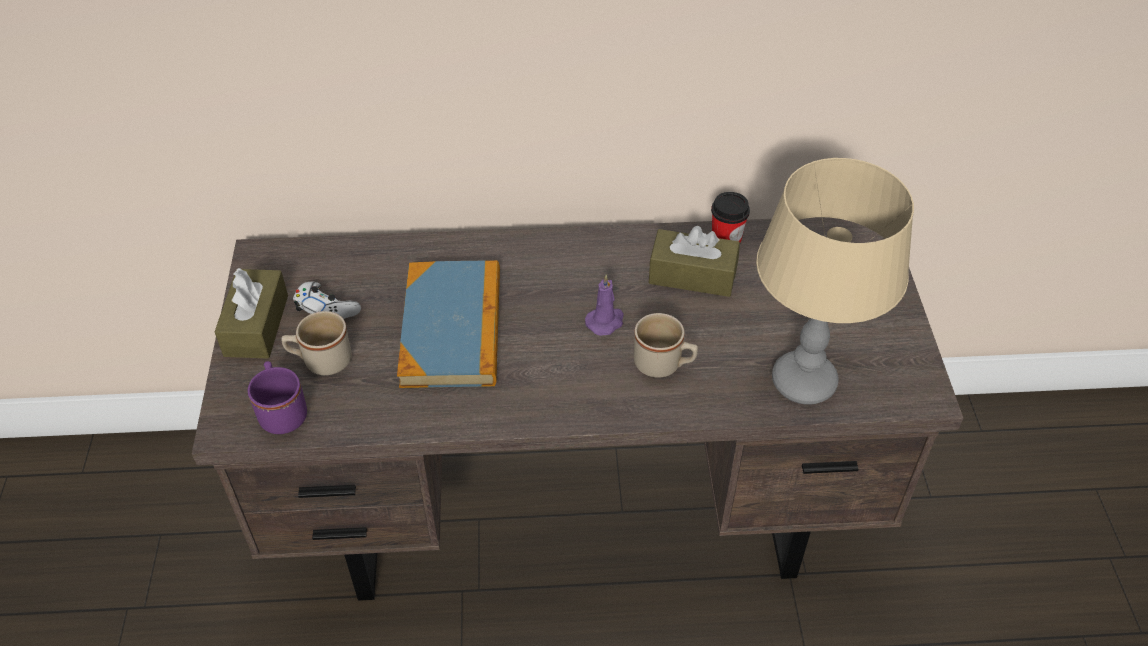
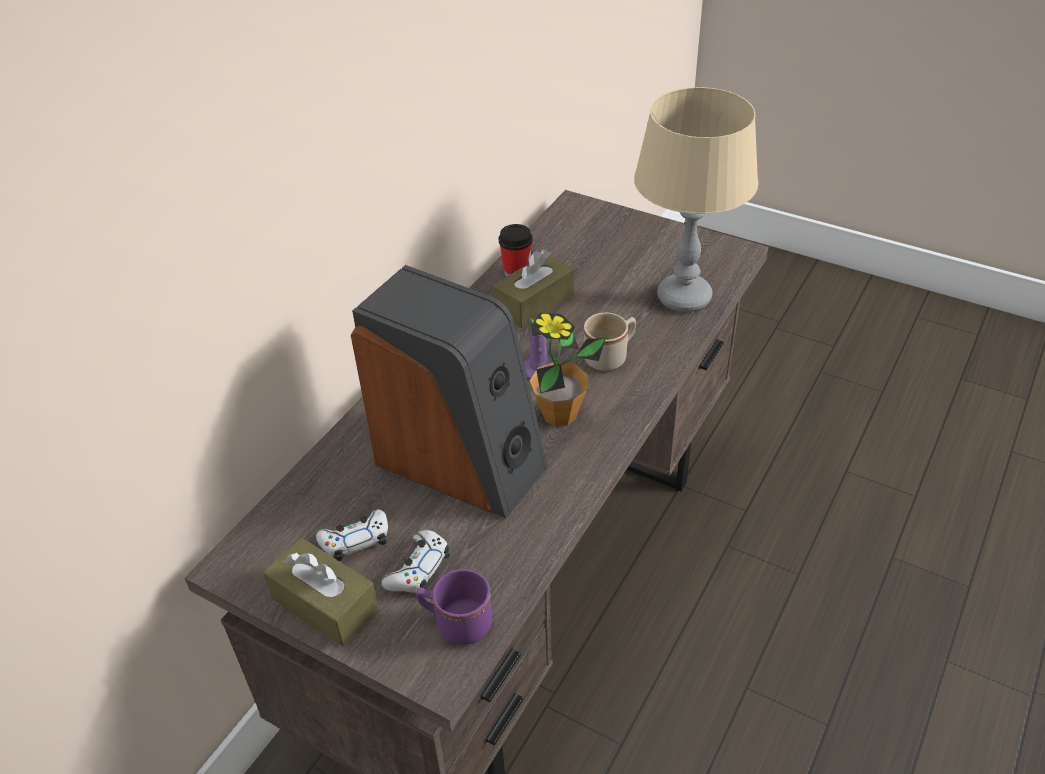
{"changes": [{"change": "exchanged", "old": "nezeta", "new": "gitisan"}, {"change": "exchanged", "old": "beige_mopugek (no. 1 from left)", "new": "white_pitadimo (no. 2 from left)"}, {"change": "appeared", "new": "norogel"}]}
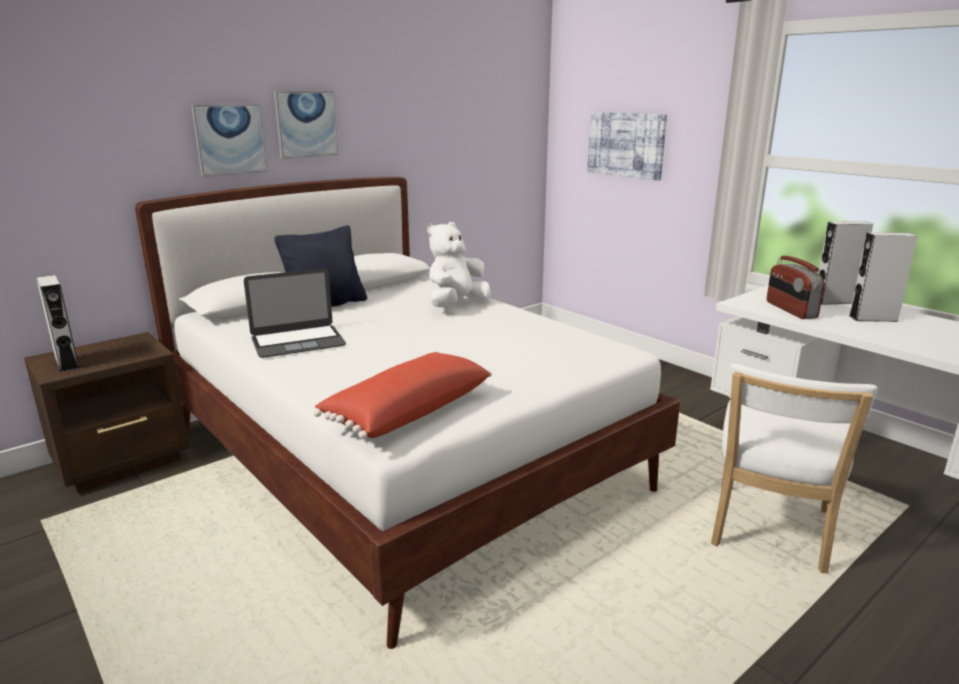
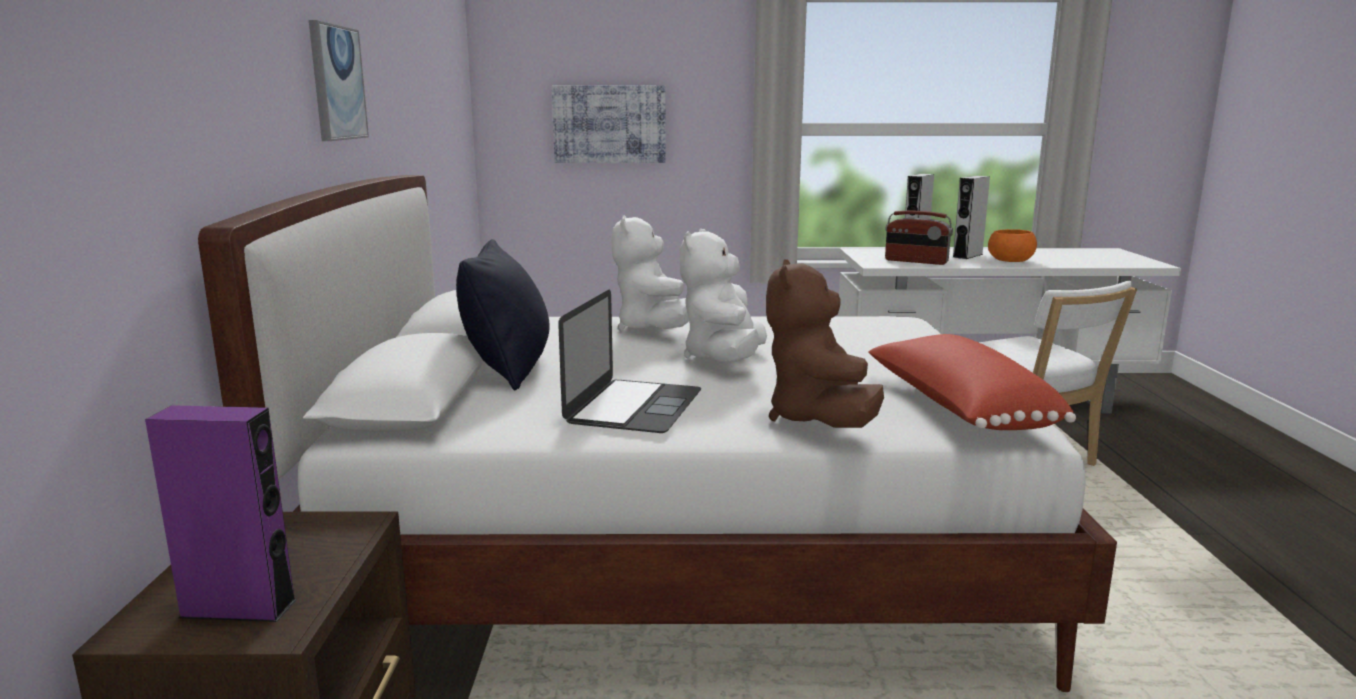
{"changes": [{"change": "missing", "old": "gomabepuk (no. 1 from left)"}, {"change": "colour", "old": "grey_gitisan (no. 1 from left)", "new": "purple_gitisan"}, {"change": "appeared", "new": "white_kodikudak (no. 2 from left)"}, {"change": "appeared", "new": "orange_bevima"}, {"change": "appeared", "new": "brown_kodikudak"}]}
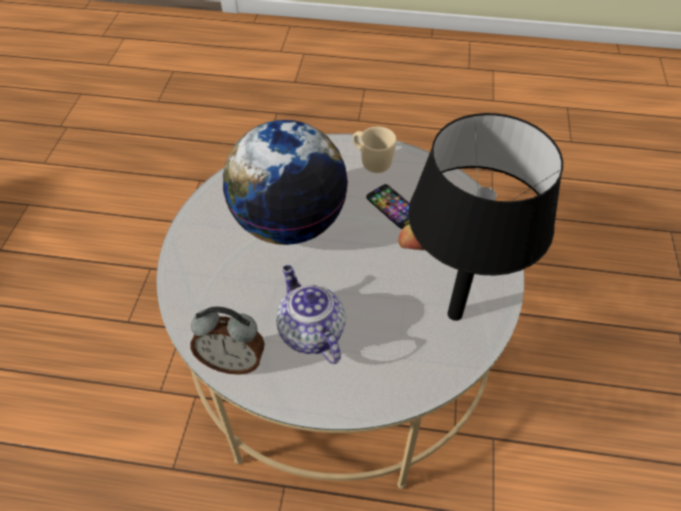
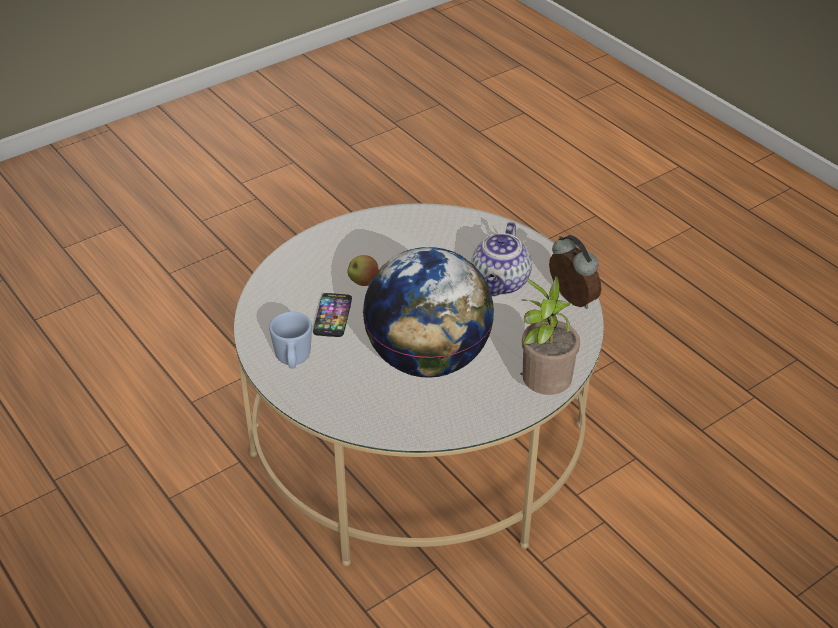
{"changes": [{"change": "missing", "old": "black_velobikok"}, {"change": "colour", "old": "beige_mopugek", "new": "blue_mopugek"}, {"change": "appeared", "new": "norogel"}]}
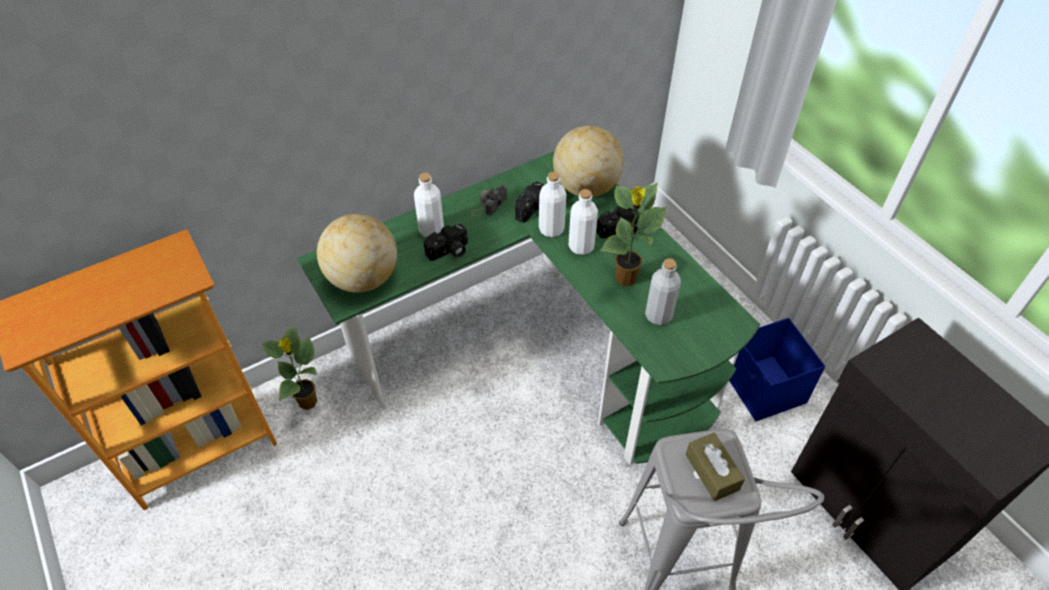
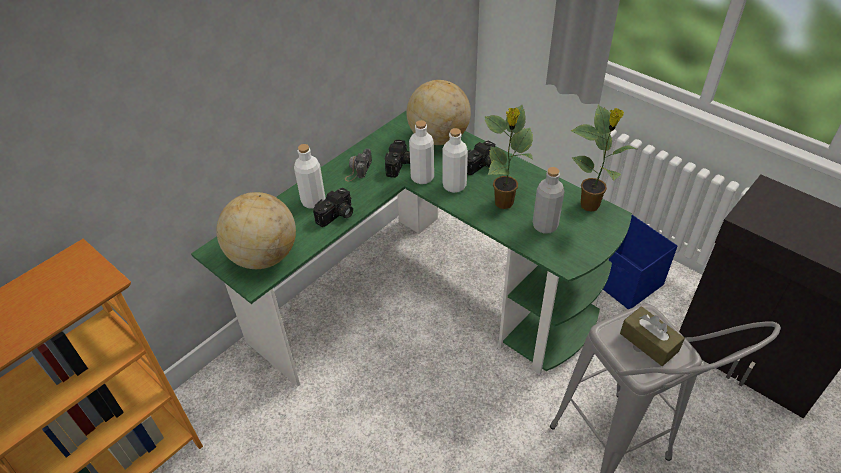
{"changes": [{"change": "relocated", "old": "norogel (no. 1 from left in the first image)", "new": "norogel (no. 2 from left)"}]}
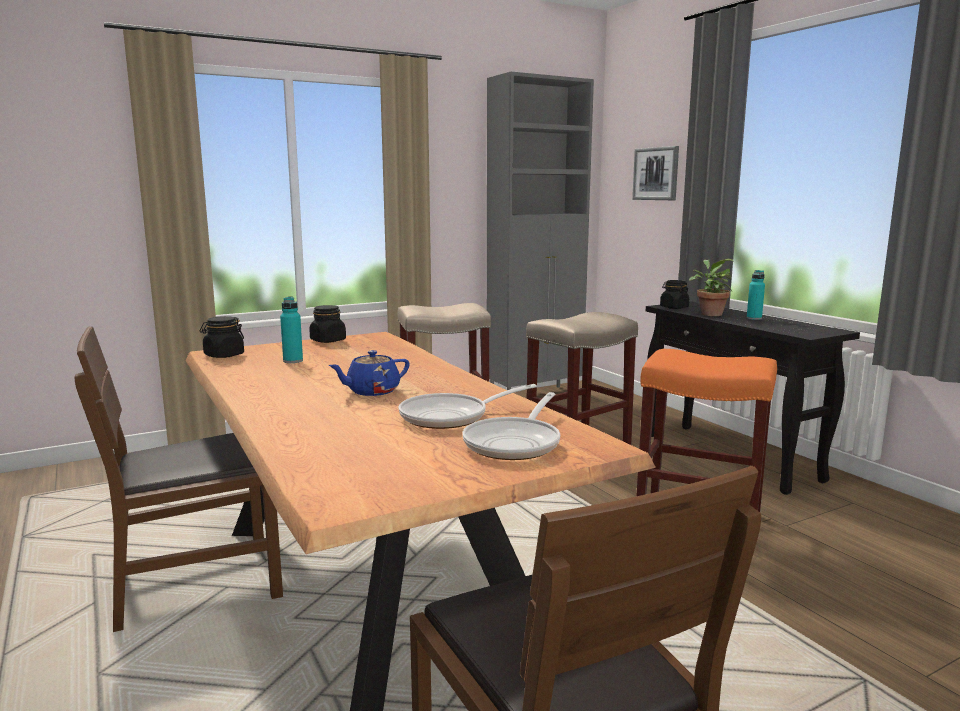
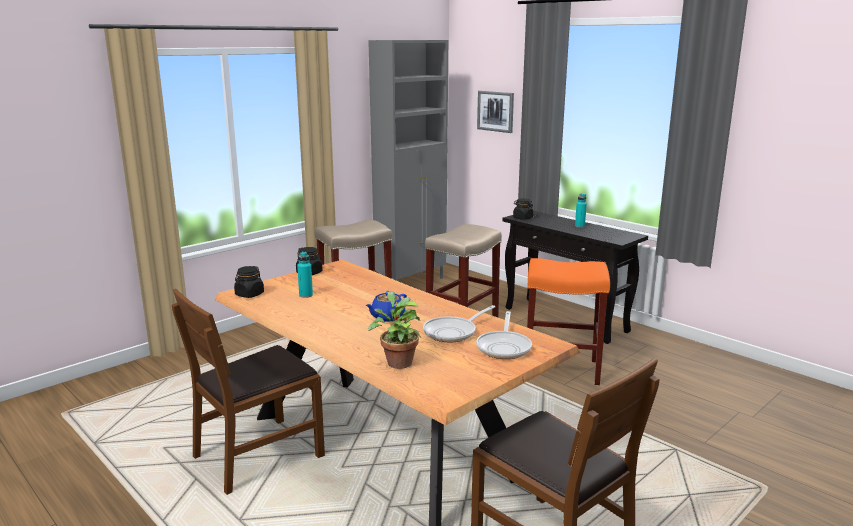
{"changes": [{"change": "relocated", "old": "norogel"}]}
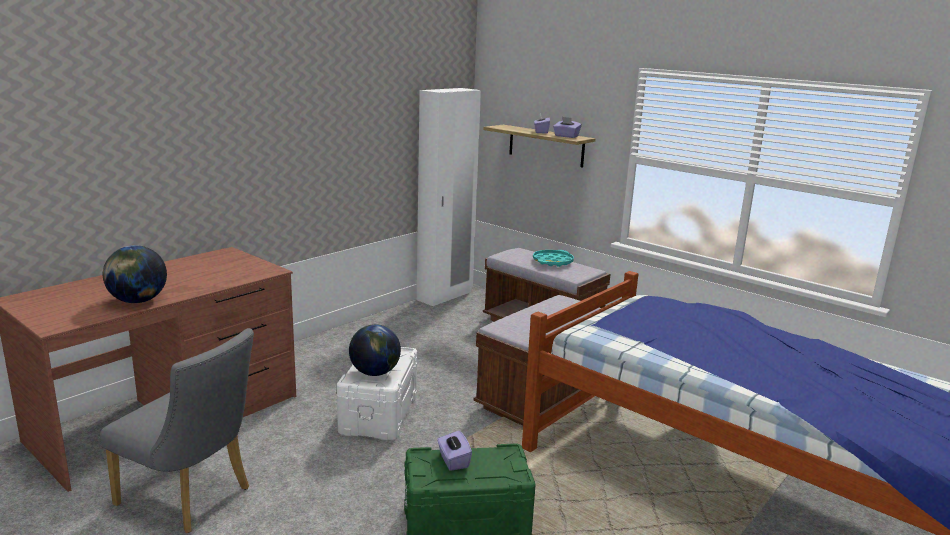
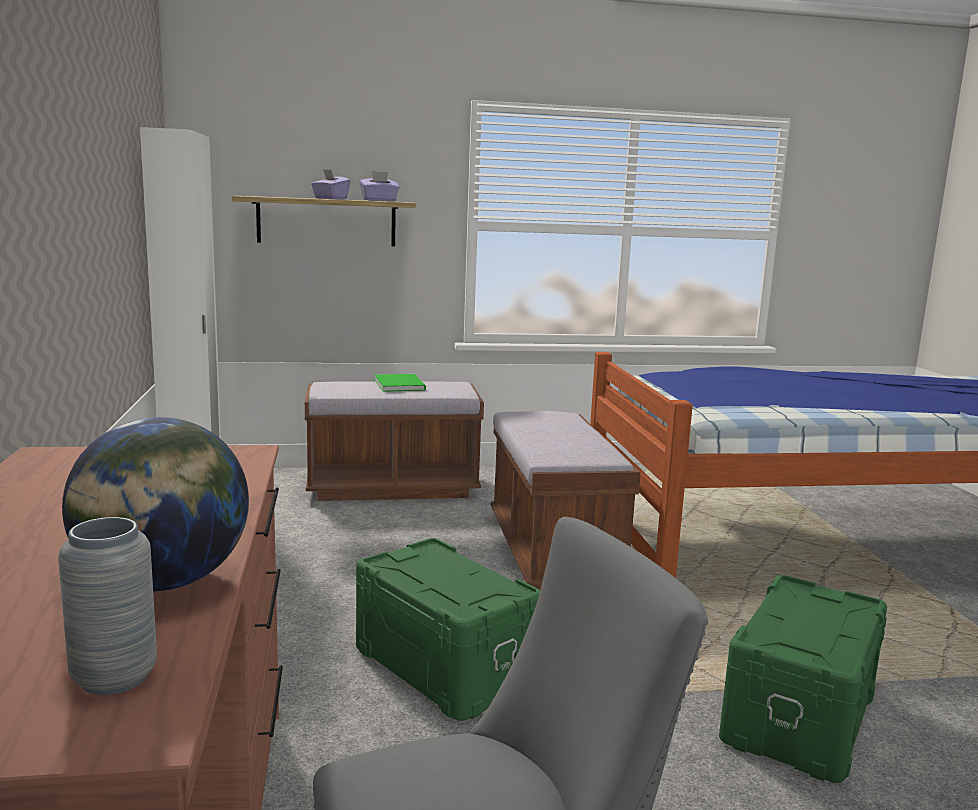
{"changes": [{"change": "exchanged", "old": "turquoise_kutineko", "new": "green_nezeta"}, {"change": "missing", "old": "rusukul (no. 2 from left)"}, {"change": "colour", "old": "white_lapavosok", "new": "green_lapavosok (no. 1 from left)"}, {"change": "missing", "old": "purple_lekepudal (no. 1 from left)"}, {"change": "appeared", "new": "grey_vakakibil"}]}
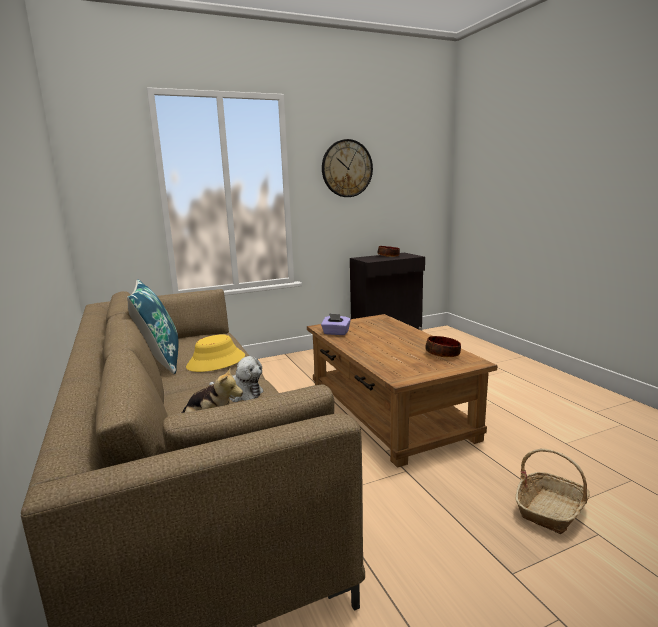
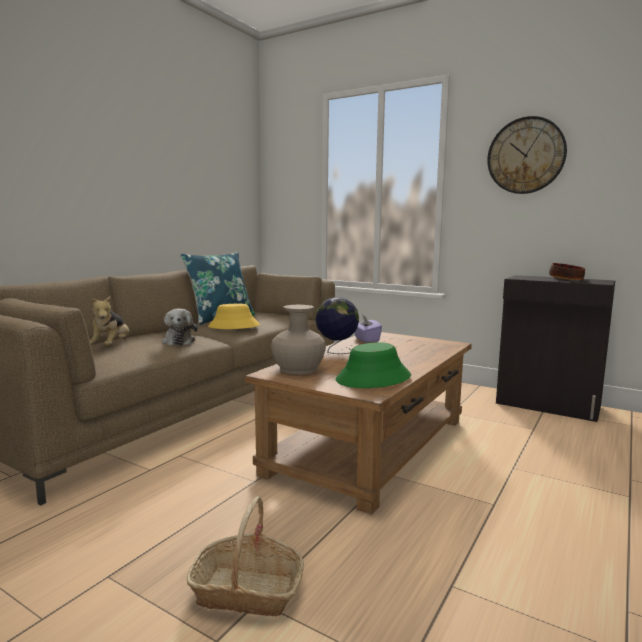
{"changes": [{"change": "exchanged", "old": "bevima (no. 2 from left)", "new": "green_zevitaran"}, {"change": "appeared", "new": "rusukul"}, {"change": "appeared", "new": "beige_vakakibil"}]}
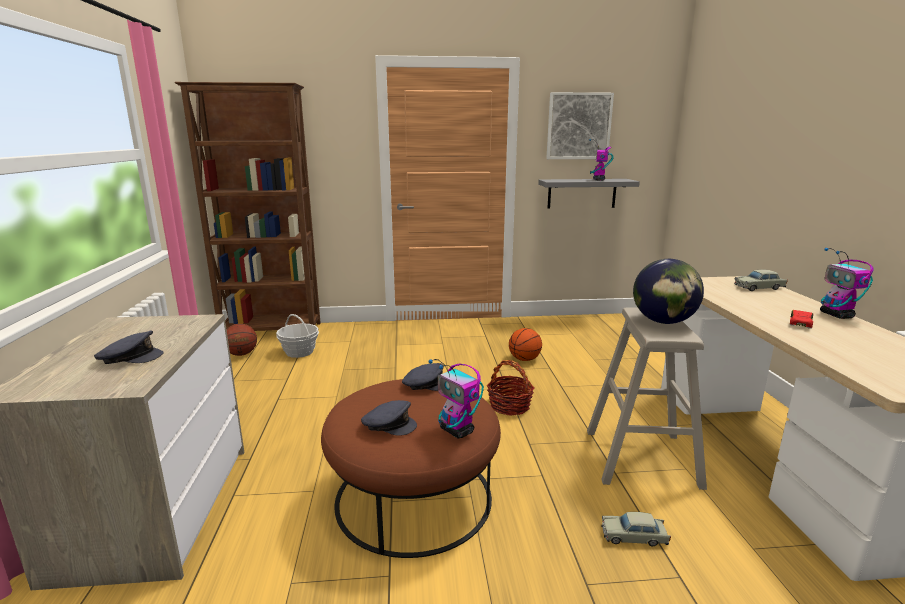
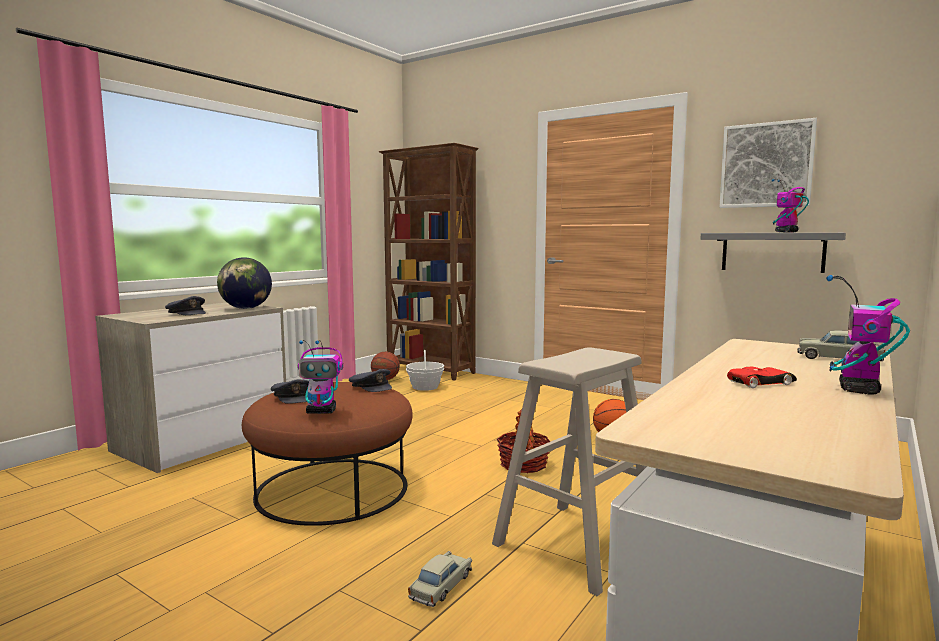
{"changes": [{"change": "relocated", "old": "rusukul"}, {"change": "spun", "old": "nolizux (no. 1 from left)", "degrees": -90}, {"change": "spun", "old": "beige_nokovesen (no. 1 from left)", "degrees": 75}]}
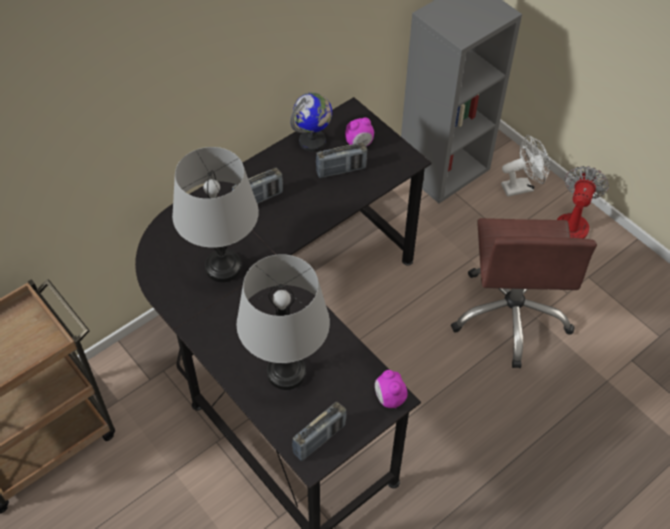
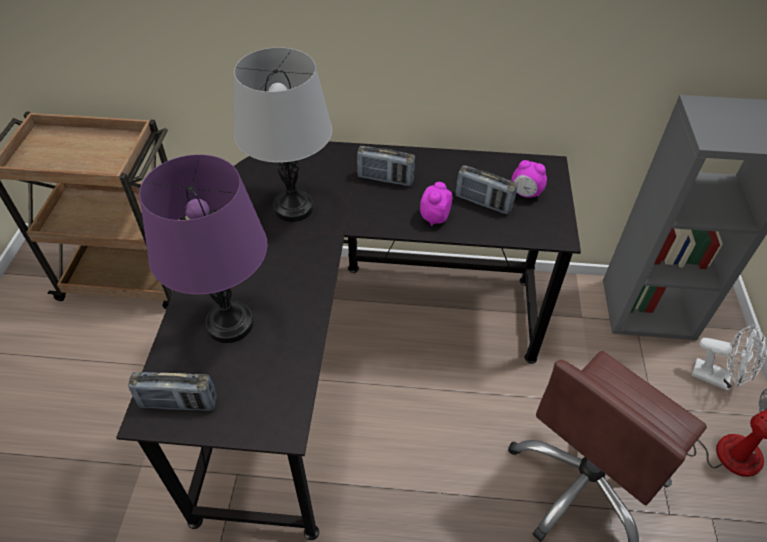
{"changes": [{"change": "missing", "old": "rusukul"}, {"change": "colour", "old": "grey_velobikok (no. 2 from left)", "new": "purple_velobikok"}, {"change": "relocated", "old": "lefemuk (no. 2 from left in the first image)", "new": "lefemuk (no. 1 from left)"}]}
